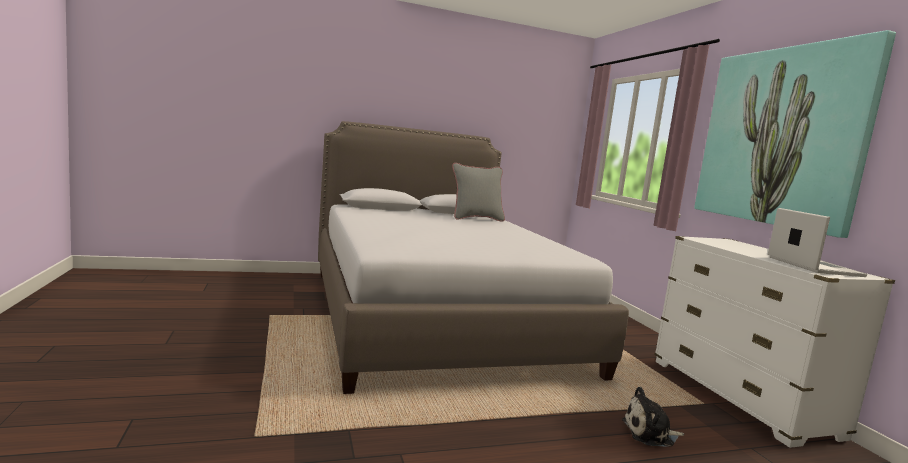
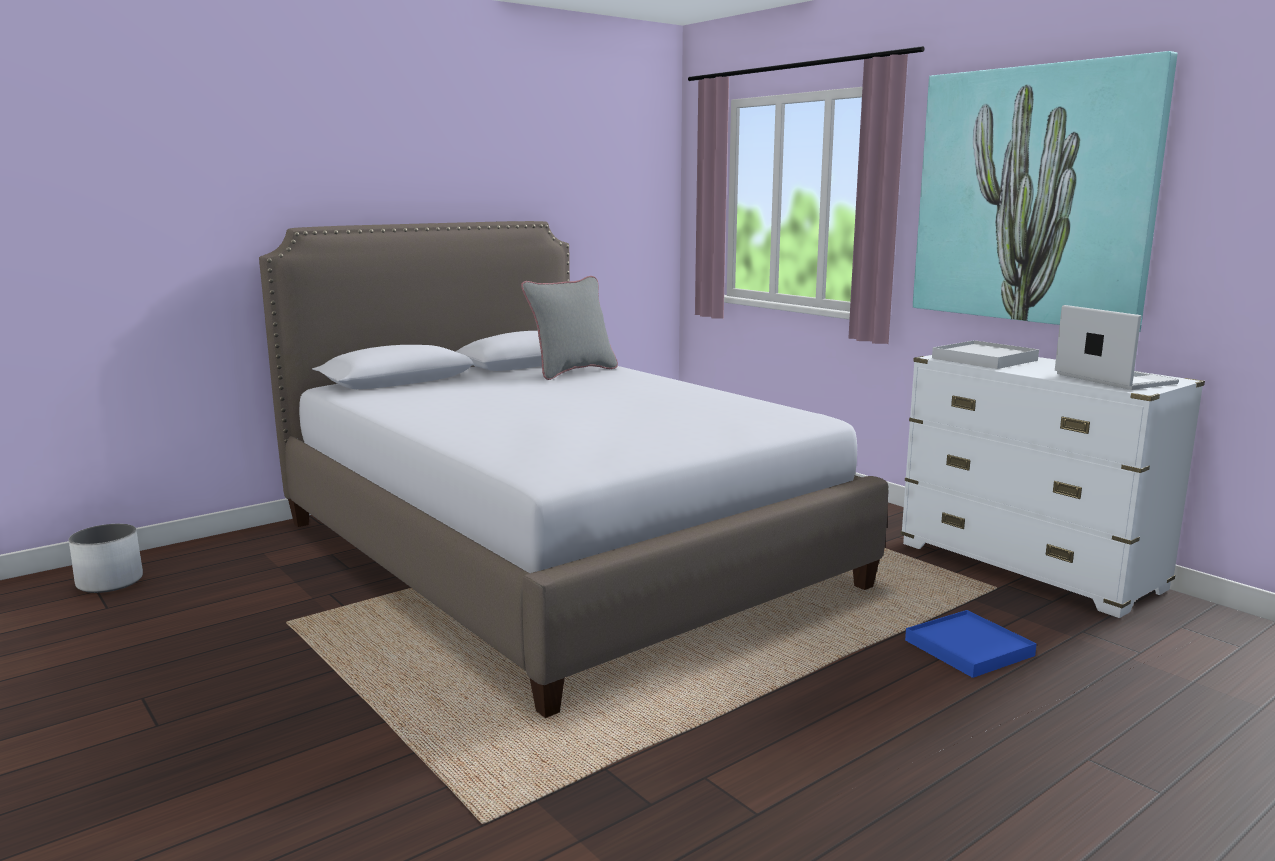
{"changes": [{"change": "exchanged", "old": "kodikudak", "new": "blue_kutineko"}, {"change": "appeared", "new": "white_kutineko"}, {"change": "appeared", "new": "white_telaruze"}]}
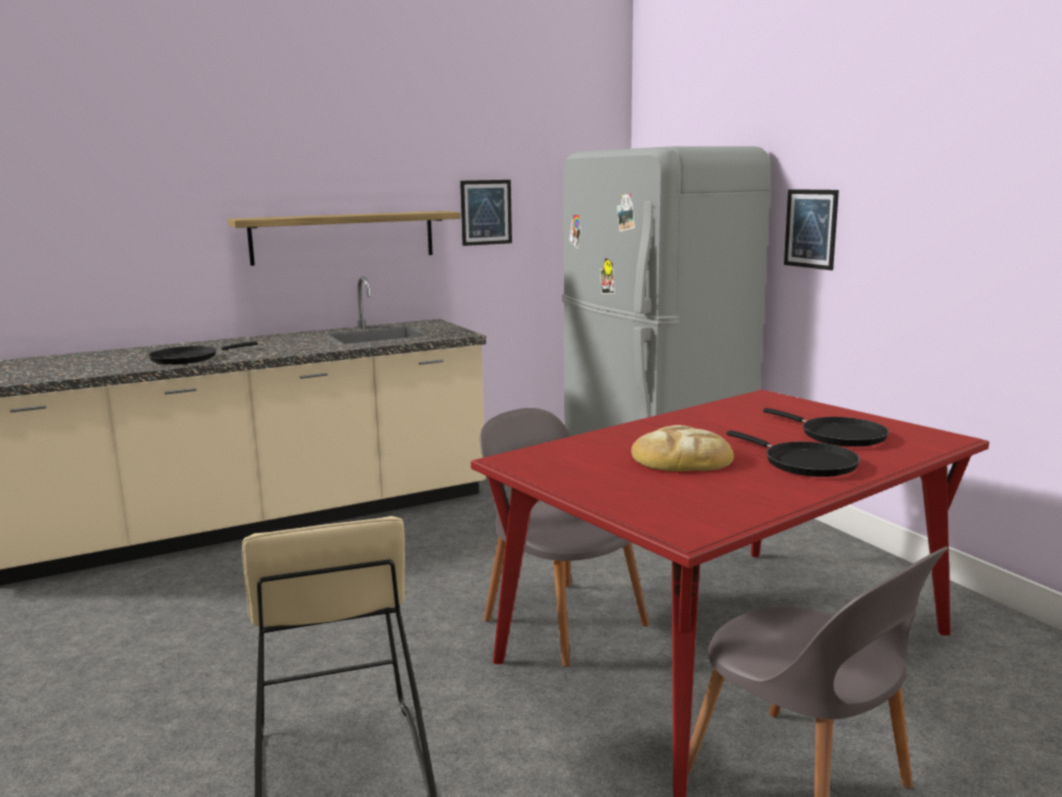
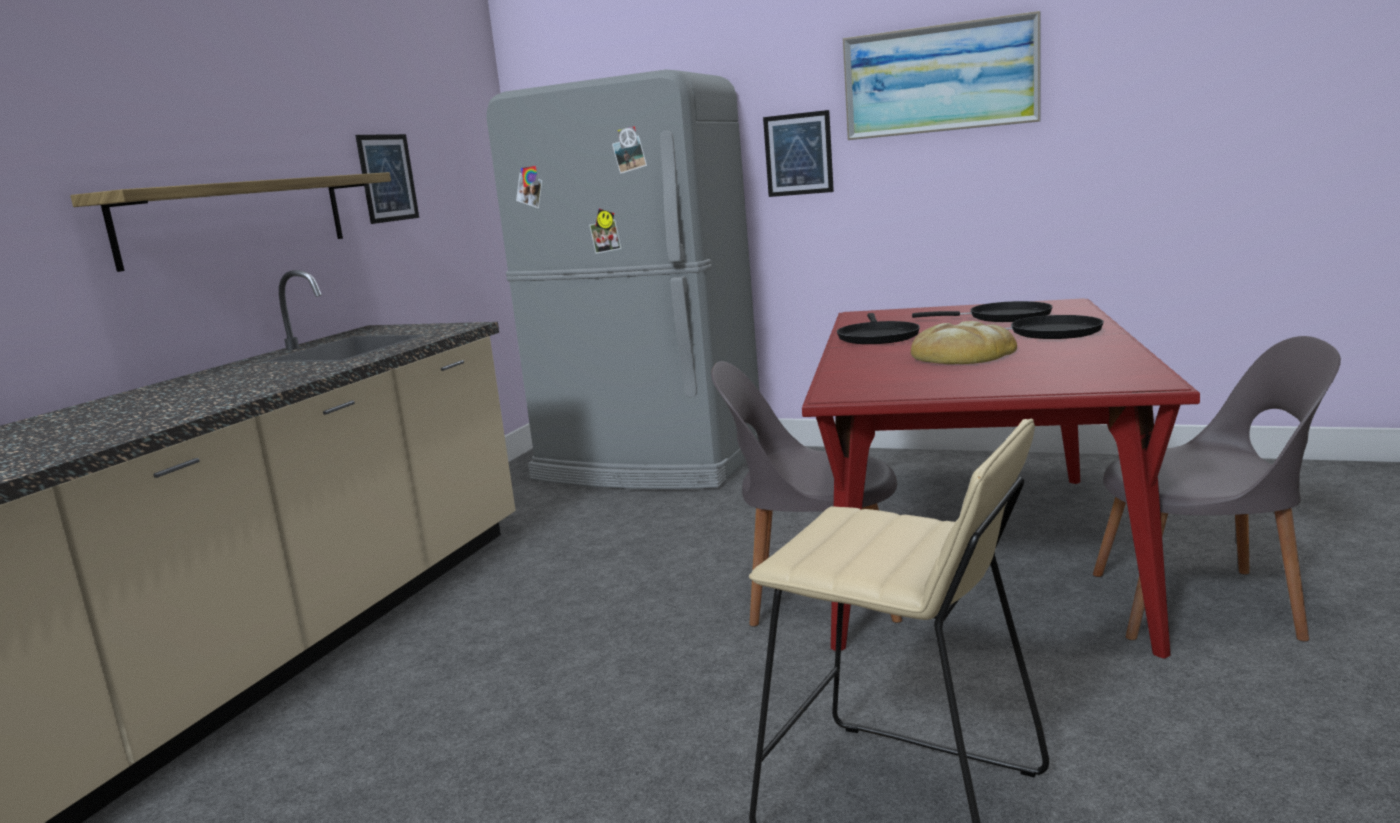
{"changes": [{"change": "relocated", "old": "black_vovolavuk (no. 1 from left)"}, {"change": "appeared", "new": "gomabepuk (no. 3 from left)"}]}
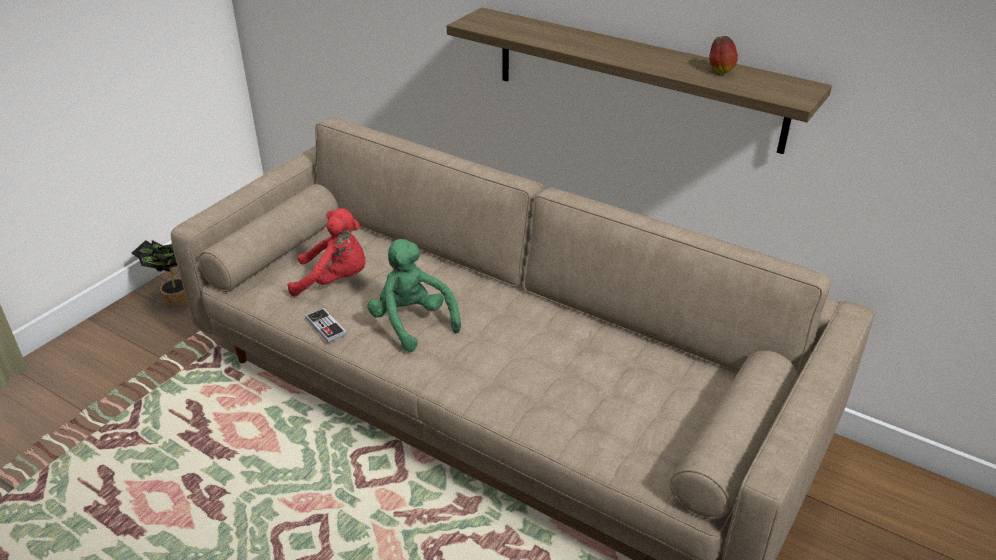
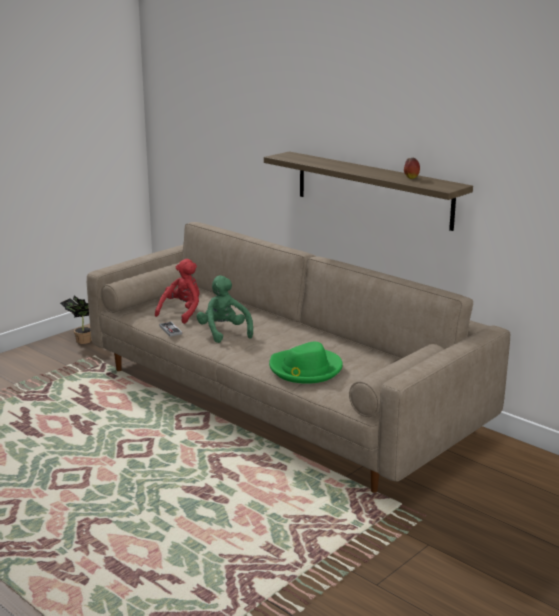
{"changes": [{"change": "spun", "old": "red_kodikudak", "degrees": -75}, {"change": "appeared", "new": "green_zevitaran"}]}
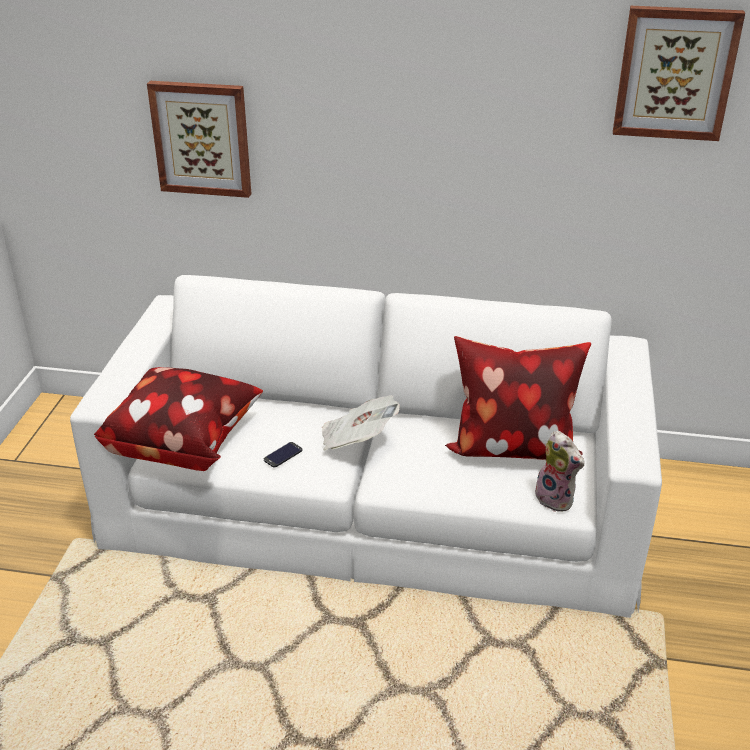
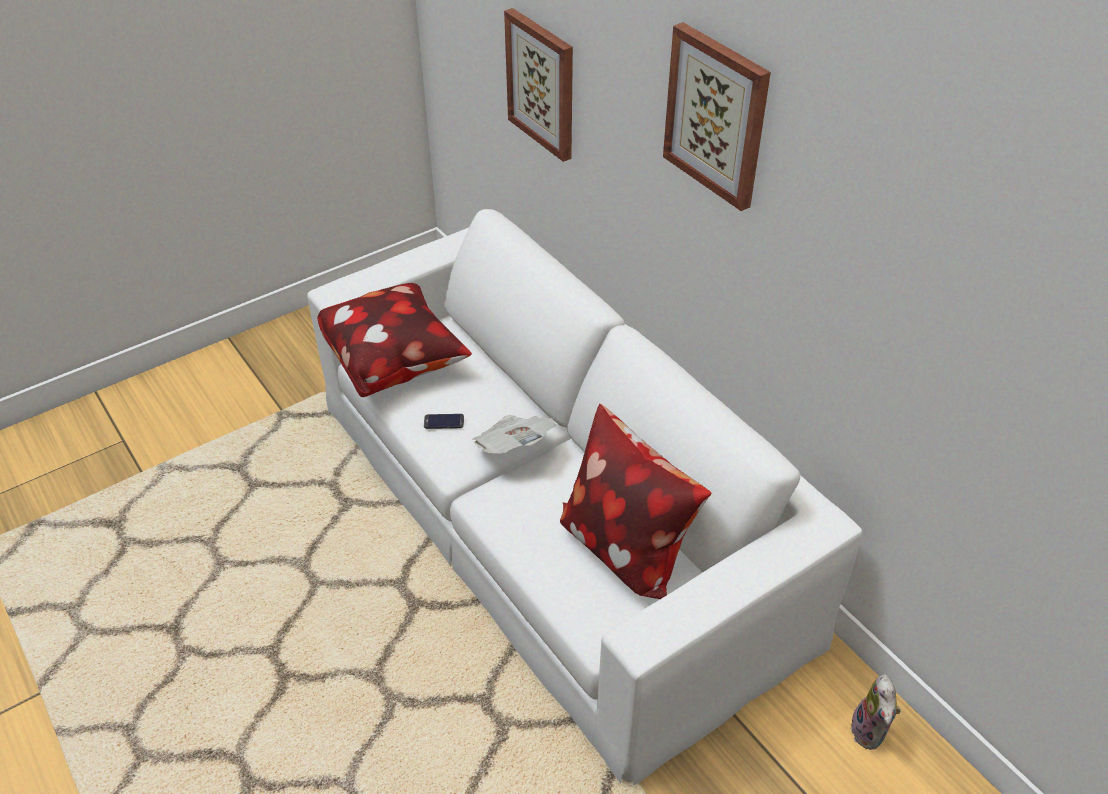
{"changes": [{"change": "relocated", "old": "gomabepuk (no. 2 from left)"}, {"change": "relocated", "old": "kodikudak"}]}
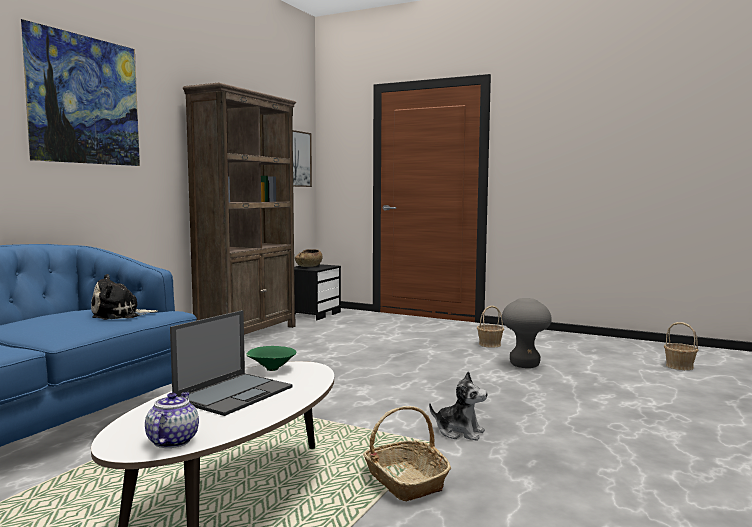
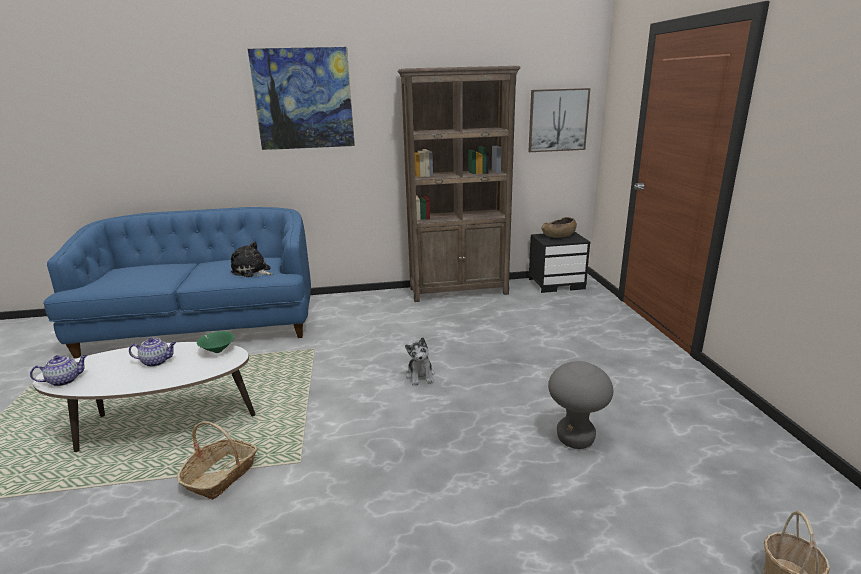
{"changes": [{"change": "missing", "old": "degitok (no. 2 from left)"}, {"change": "exchanged", "old": "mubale", "new": "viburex (no. 2 from left)"}, {"change": "relocated", "old": "kodikudak (no. 2 from left)"}]}
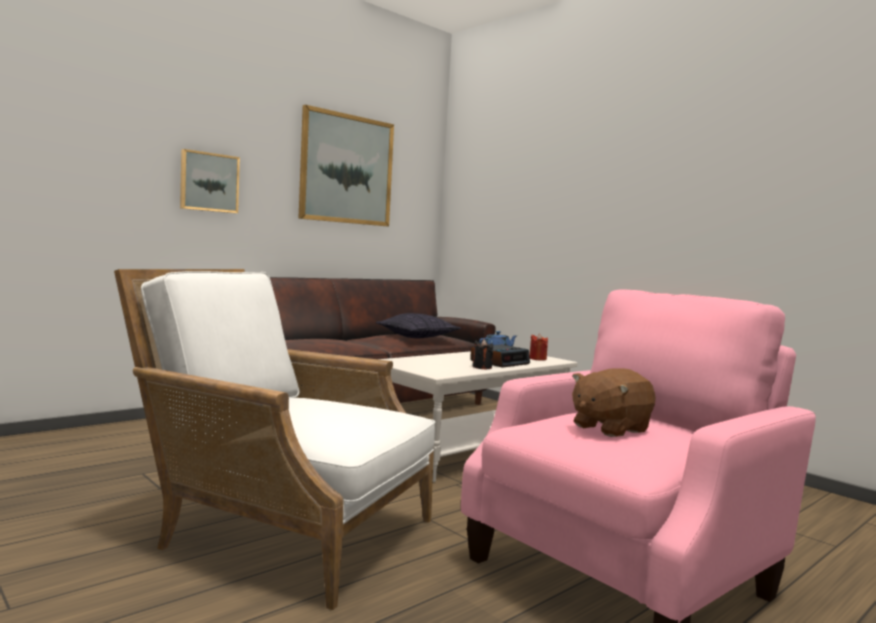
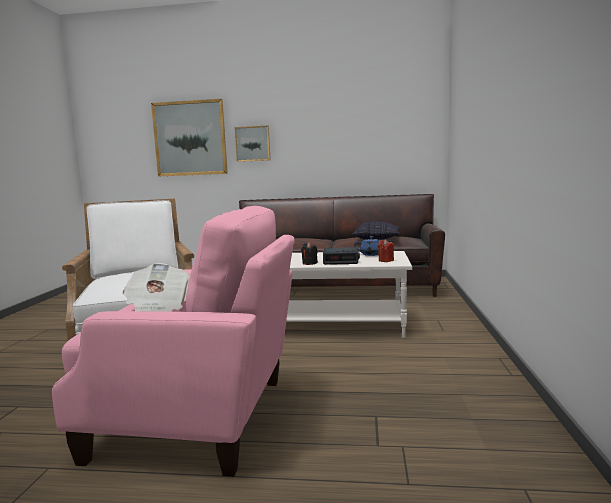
{"changes": [{"change": "relocated", "old": "gomabepuk (no. 2 from left in the first image)", "new": "gomabepuk (no. 1 from left)"}, {"change": "exchanged", "old": "brown_kodikudak", "new": "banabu"}]}
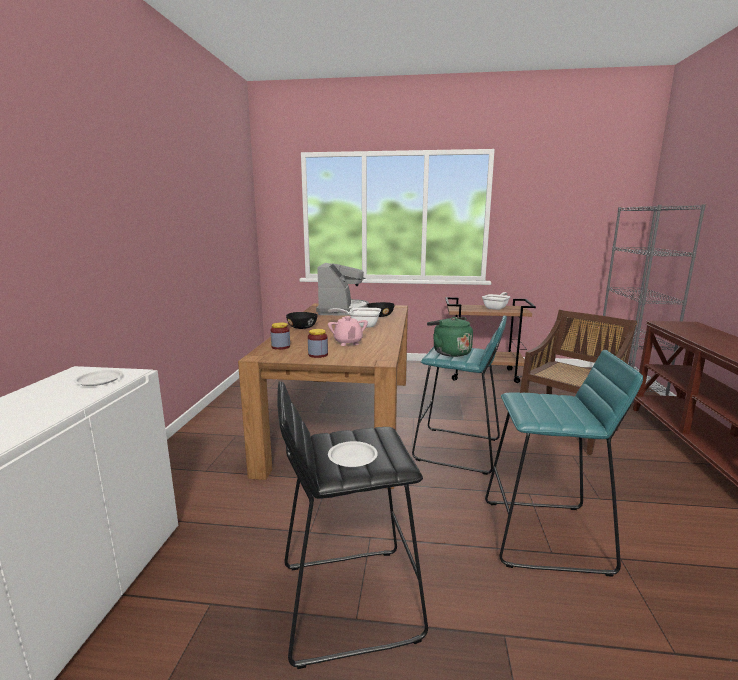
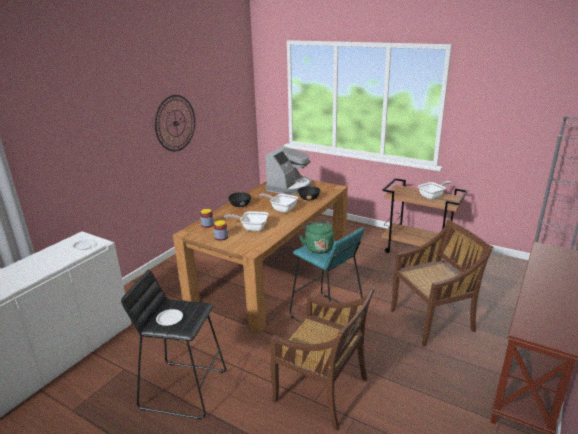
{"changes": [{"change": "exchanged", "old": "pink_viburex", "new": "vovolavuk (no. 1 from left)"}, {"change": "exchanged", "old": "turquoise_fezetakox (no. 2 from left)", "new": "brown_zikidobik (no. 1 from left)"}, {"change": "appeared", "new": "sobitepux"}]}
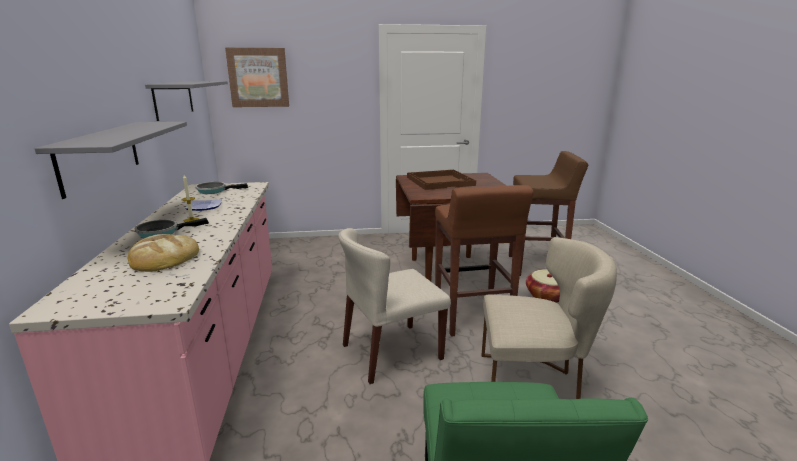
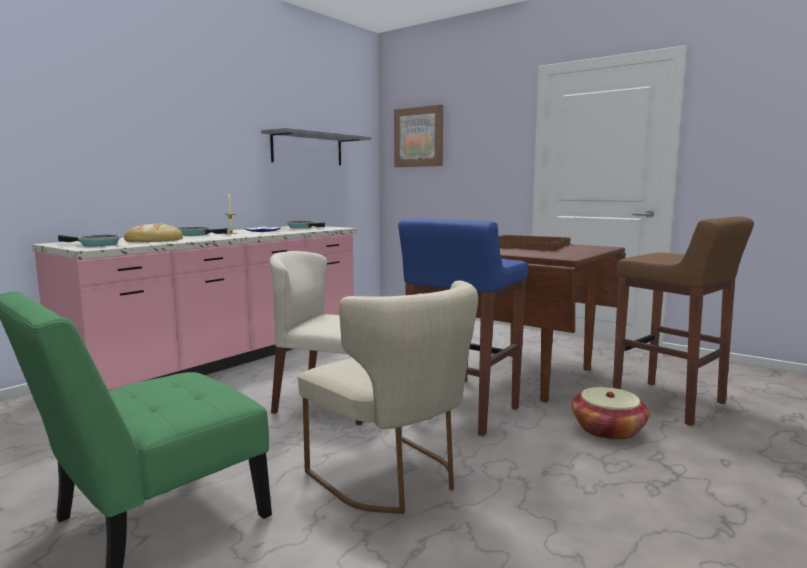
{"changes": [{"change": "missing", "old": "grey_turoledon (no. 1 from left)"}, {"change": "colour", "old": "brown_fezetakox (no. 1 from left)", "new": "blue_fezetakox"}, {"change": "appeared", "new": "vovolavuk (no. 1 from left)"}]}
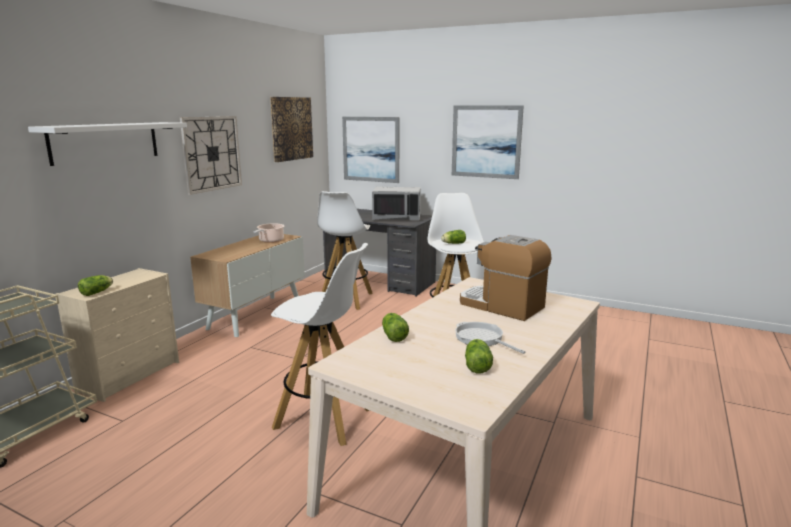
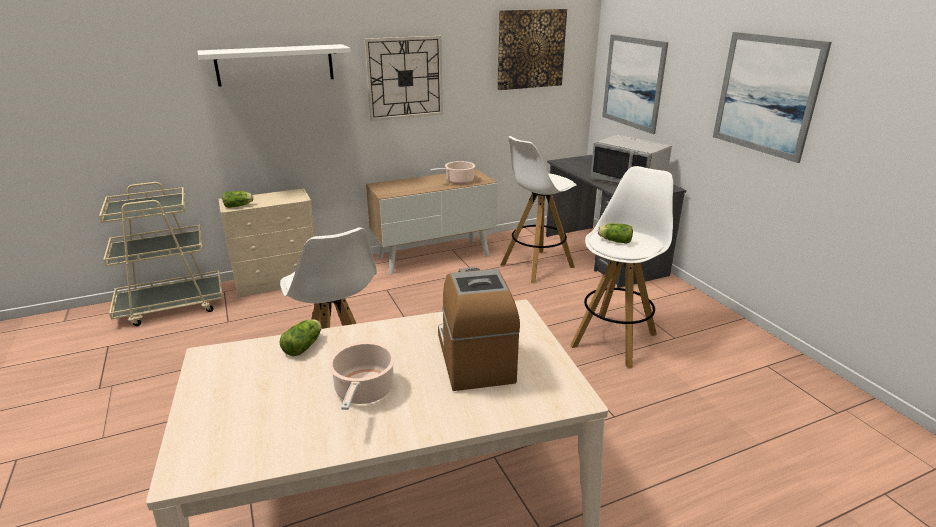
{"changes": [{"change": "exchanged", "old": "vovolavuk", "new": "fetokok (no. 1 from left)"}, {"change": "missing", "old": "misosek (no. 4 from left)"}]}
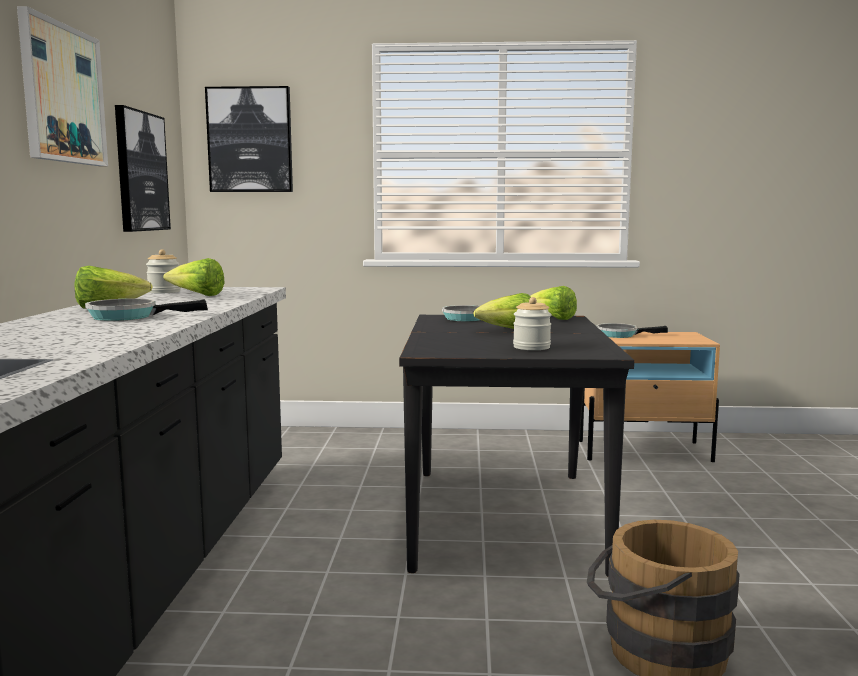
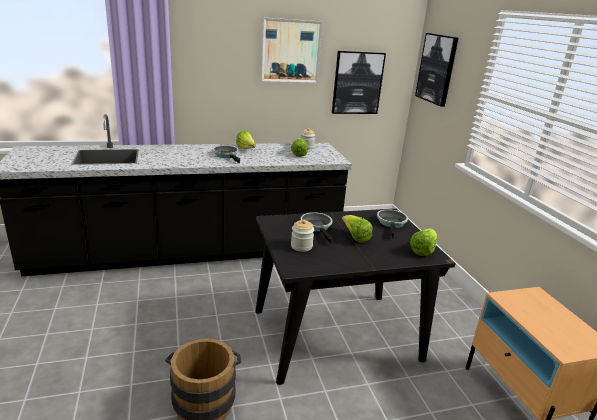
{"changes": [{"change": "relocated", "old": "vovolavuk (no. 3 from left in the first image)", "new": "vovolavuk (no. 2 from left)"}]}
